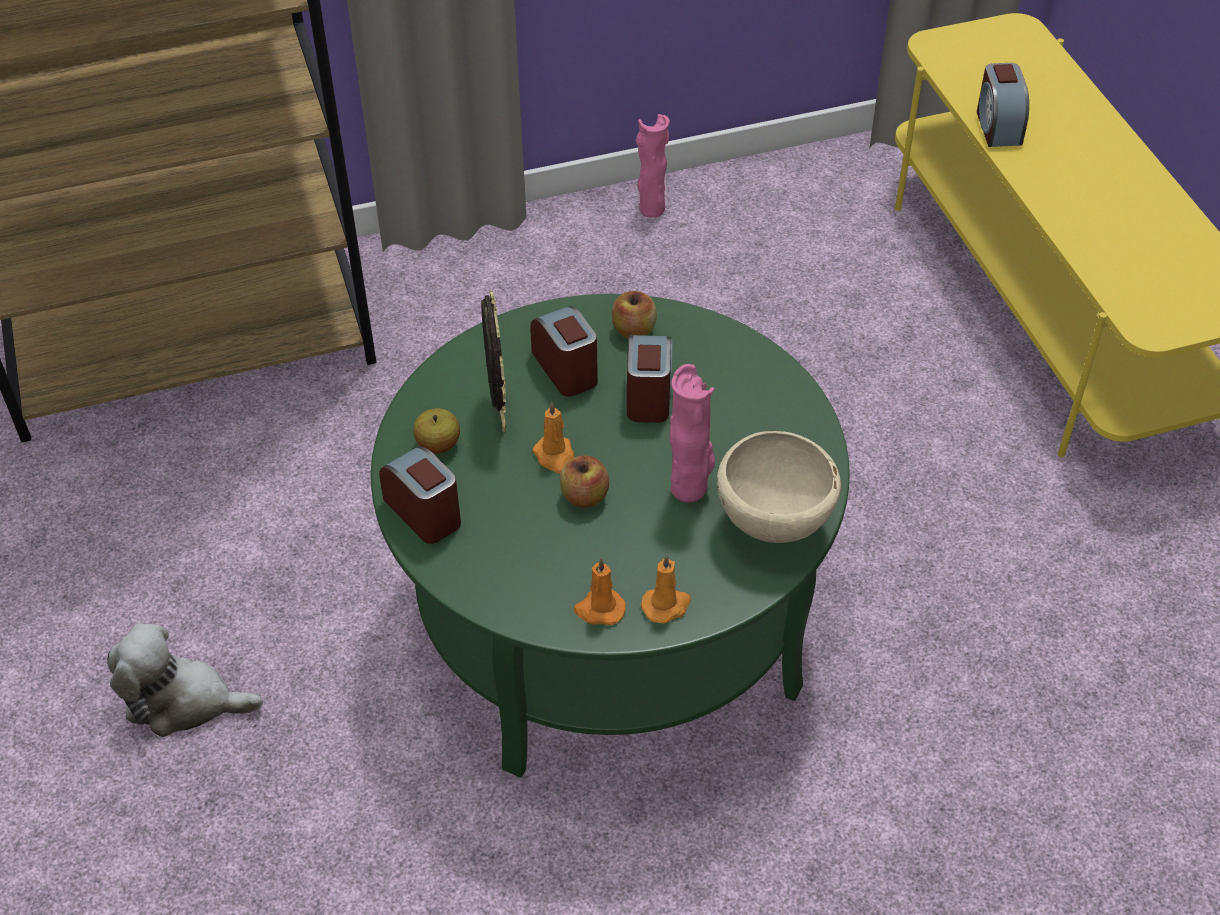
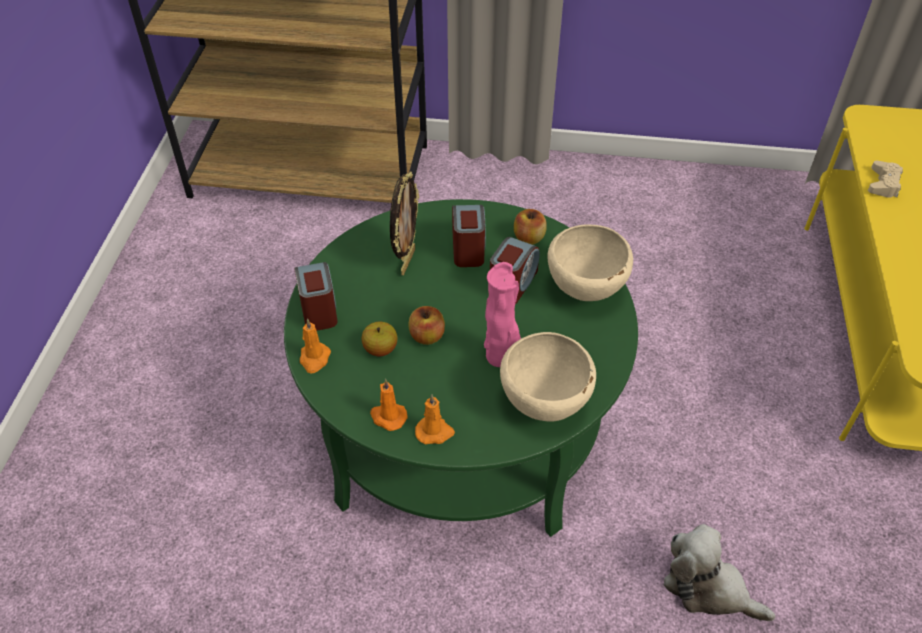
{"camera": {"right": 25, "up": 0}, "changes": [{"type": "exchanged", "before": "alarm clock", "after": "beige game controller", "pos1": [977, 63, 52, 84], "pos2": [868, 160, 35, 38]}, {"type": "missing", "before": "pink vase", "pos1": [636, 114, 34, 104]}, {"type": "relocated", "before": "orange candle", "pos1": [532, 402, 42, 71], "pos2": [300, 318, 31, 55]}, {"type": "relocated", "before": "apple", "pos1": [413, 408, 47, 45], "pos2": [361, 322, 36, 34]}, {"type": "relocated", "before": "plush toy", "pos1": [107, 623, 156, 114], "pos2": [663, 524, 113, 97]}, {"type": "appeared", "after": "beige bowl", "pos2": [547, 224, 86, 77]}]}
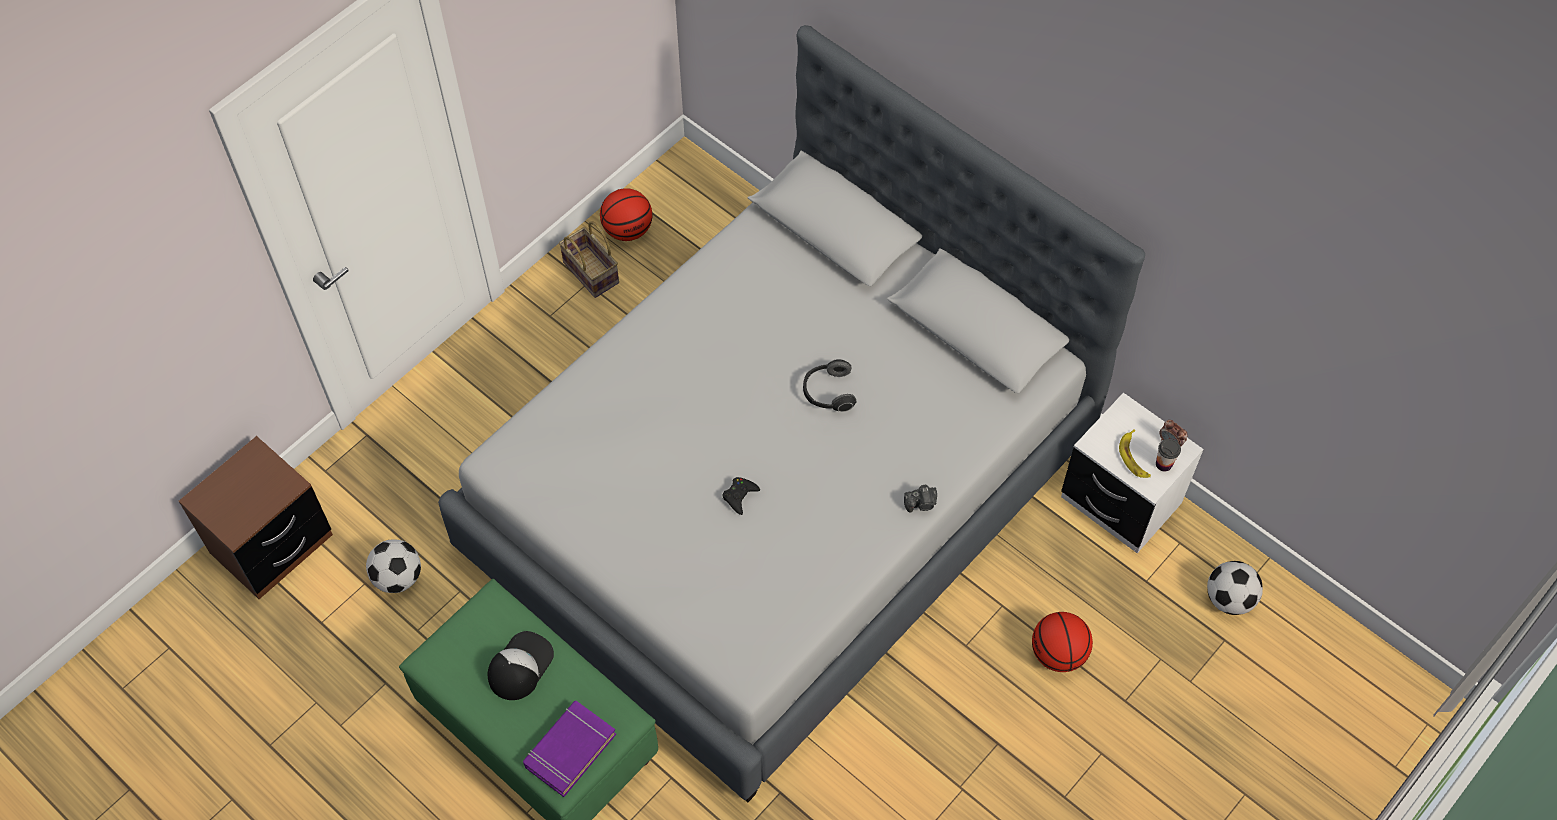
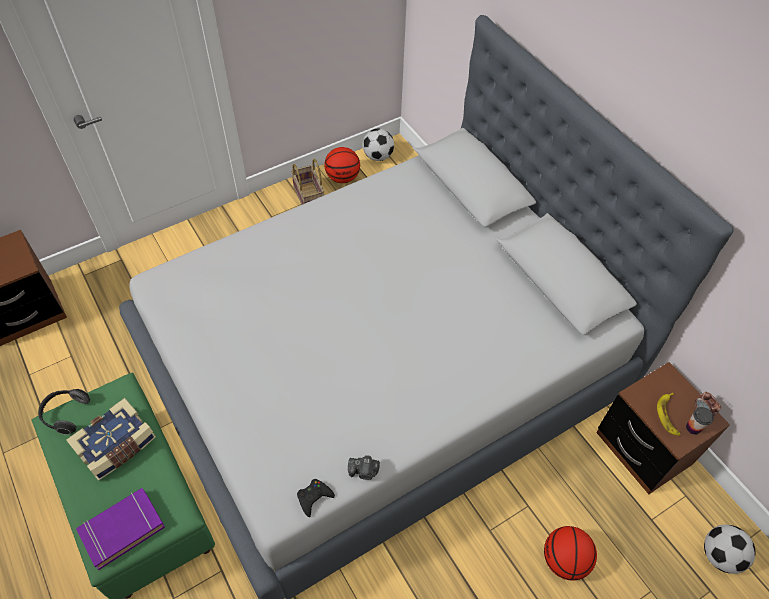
{"camera": {"right": 15, "up": -5}, "changes": [{"type": "relocated", "before": "headphones", "pos1": [803, 359, 54, 53], "pos2": [38, 389, 52, 46]}, {"type": "colour", "before": "white nightstand", "after": "brown nightstand", "pos1": [1061, 393, 143, 160], "pos2": [596, 362, 134, 132]}, {"type": "relocated", "before": "black game controller", "pos1": [723, 477, 37, 38], "pos2": [297, 479, 38, 38]}, {"type": "relocated", "before": "photo camera", "pos1": [904, 485, 33, 28], "pos2": [348, 455, 32, 25]}, {"type": "relocated", "before": "football", "pos1": [366, 539, 55, 54], "pos2": [363, 128, 31, 33]}, {"type": "exchanged", "before": "cap", "after": "book", "pos1": [488, 631, 66, 69], "pos2": [66, 398, 90, 83]}]}
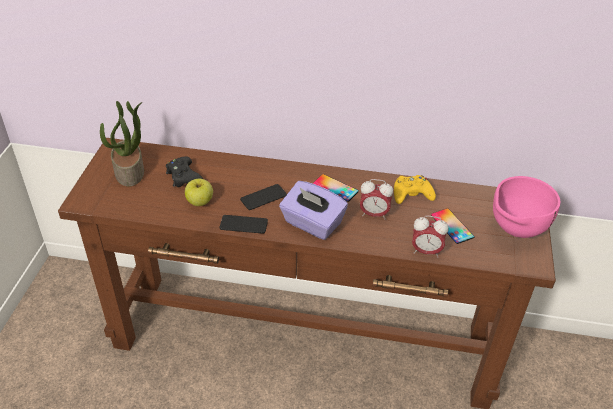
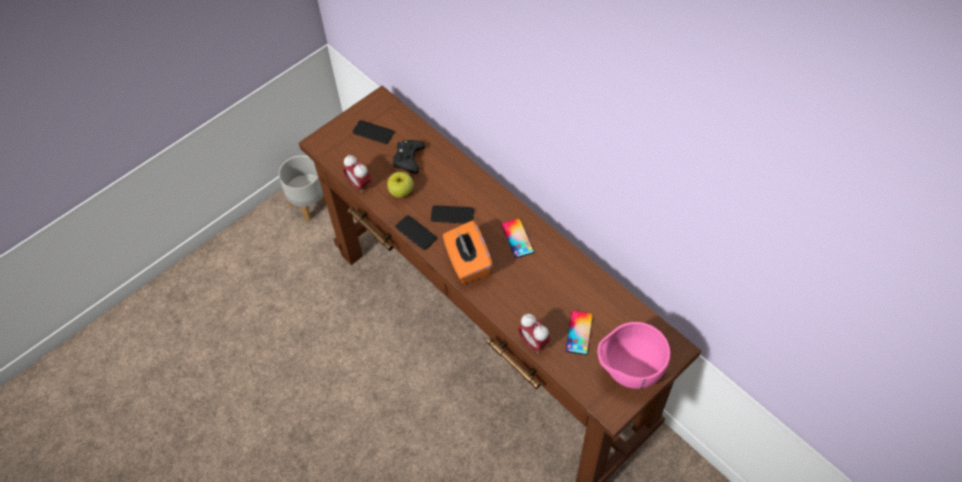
{"camera": {"right": 40, "up": 15}, "changes": [{"type": "exchanged", "before": "potted plant", "after": "phone", "pos1": [100, 101, 44, 86], "pos2": [352, 120, 42, 24]}, {"type": "missing", "before": "yellow game controller", "pos1": [394, 175, 42, 29]}, {"type": "relocated", "before": "alarm clock", "pos1": [360, 179, 33, 41], "pos2": [343, 155, 28, 39]}, {"type": "colour", "before": "purple tissue box", "after": "orange tissue box", "pos1": [279, 181, 69, 59], "pos2": [443, 220, 50, 63]}, {"type": "appeared", "after": "grey planter", "pos2": [279, 155, 48, 66]}]}
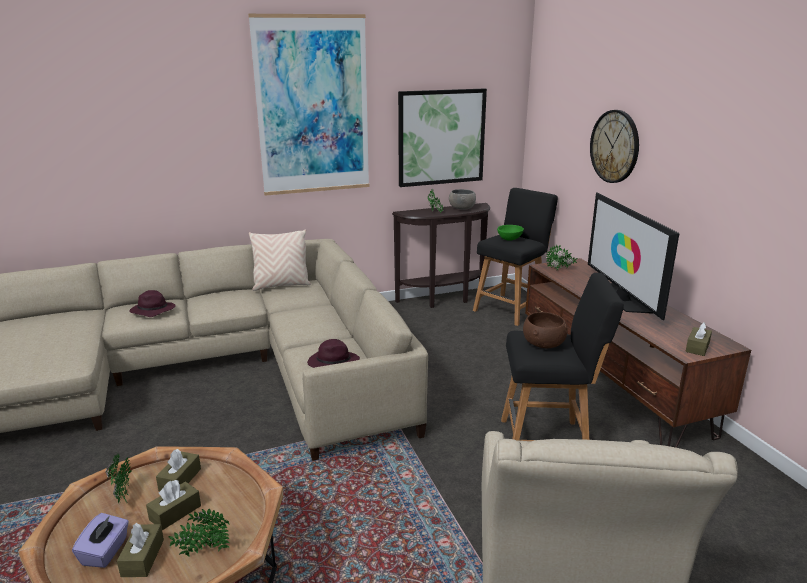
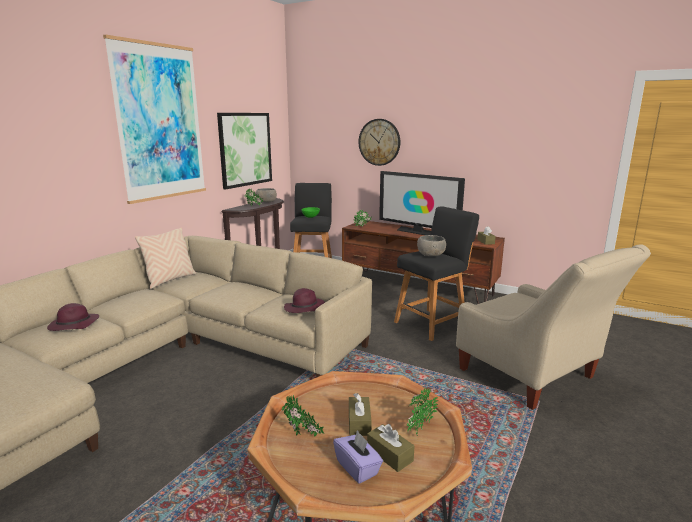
{"camera": {"right": -40, "up": -5}, "changes": [{"type": "colour", "before": "brown bowl", "after": "grey bowl", "pos1": [523, 312, 45, 36], "pos2": [417, 235, 29, 21]}, {"type": "missing", "before": "brown tissue box", "pos1": [156, 449, 45, 42]}]}
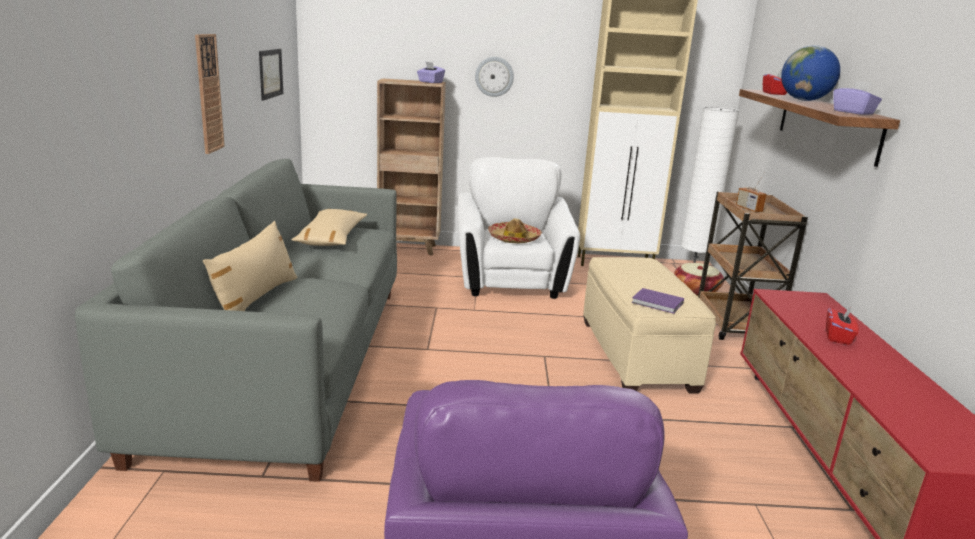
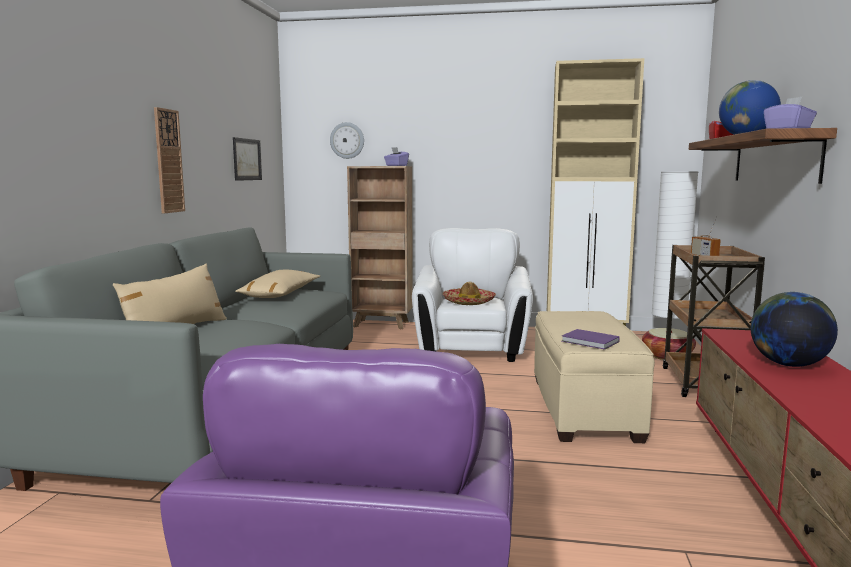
{"camera": {"right": 10, "up": -10}, "changes": [{"type": "relocated", "before": "wall clock", "pos1": [475, 57, 39, 40], "pos2": [330, 122, 34, 37]}, {"type": "exchanged", "before": "red tissue box", "after": "globe", "pos1": [826, 306, 33, 39], "pos2": [751, 292, 87, 75]}]}
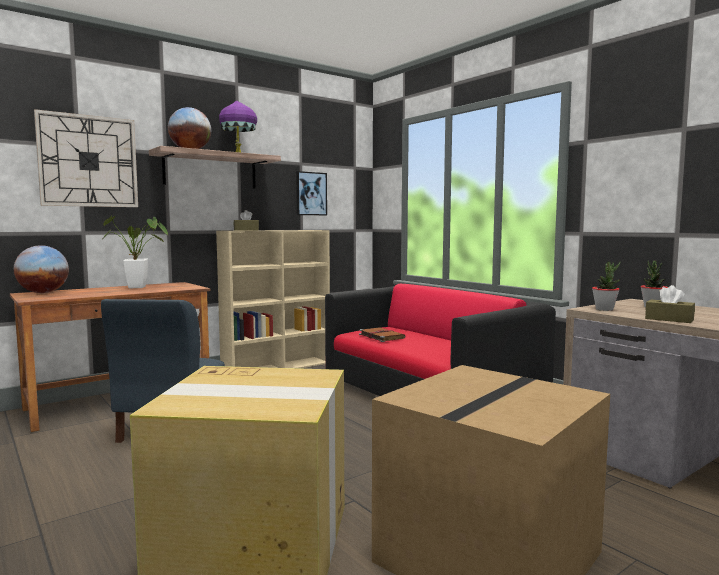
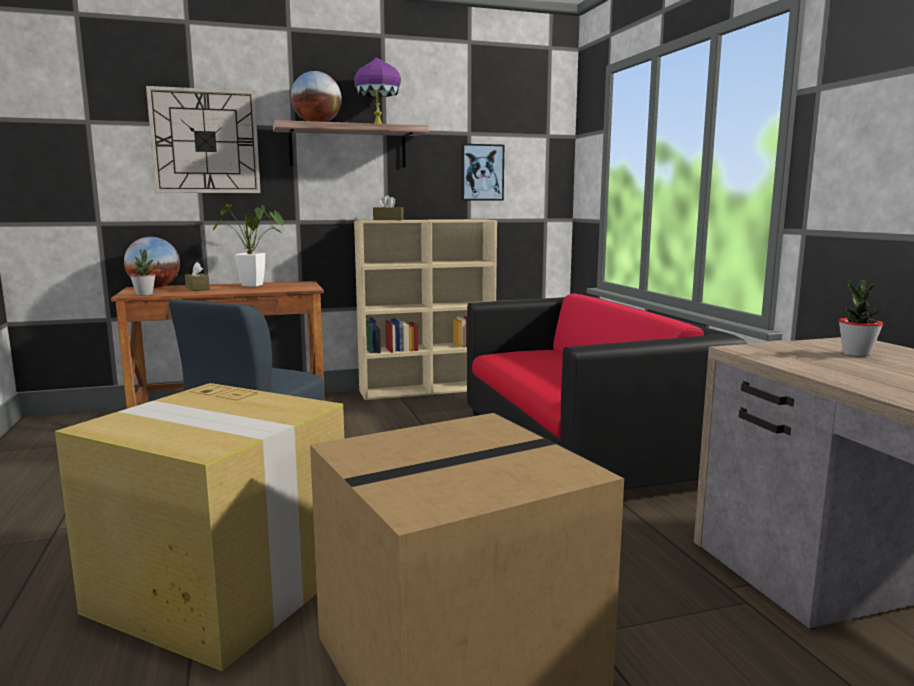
{"camera": {"right": 20, "up": 5}, "changes": [{"type": "relocated", "before": "potted plant", "pos1": [592, 261, 29, 50], "pos2": [130, 249, 26, 47]}, {"type": "relocated", "before": "brown tissue box", "pos1": [645, 285, 50, 38], "pos2": [185, 262, 25, 29]}, {"type": "missing", "before": "brown book", "pos1": [359, 327, 46, 15]}]}
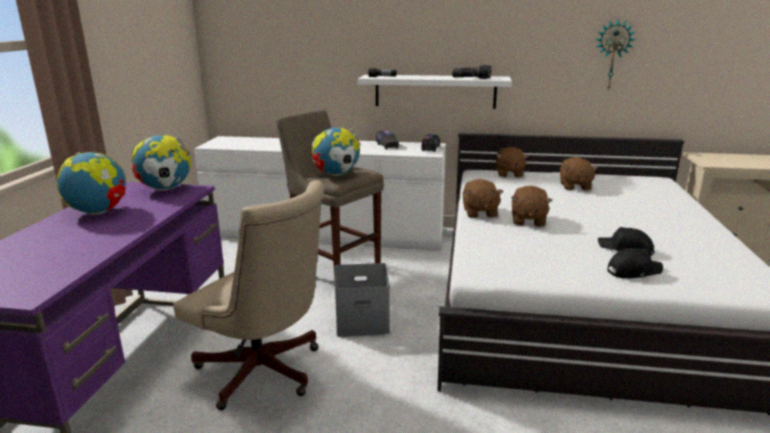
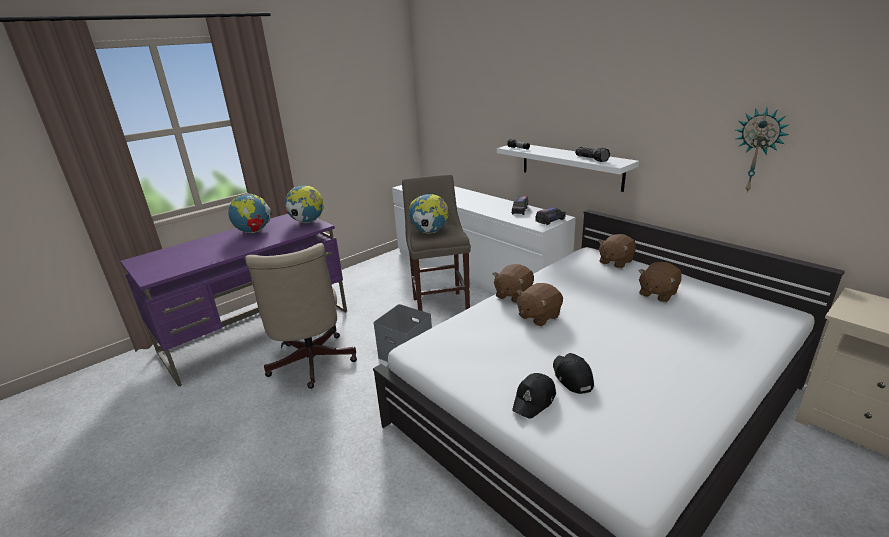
{"camera": {"right": 40, "up": 5}, "changes": [{"type": "spun", "before": "black cap", "pos1": [608, 248, 55, 31], "pos2": [512, 373, 44, 46], "turn": 105}]}
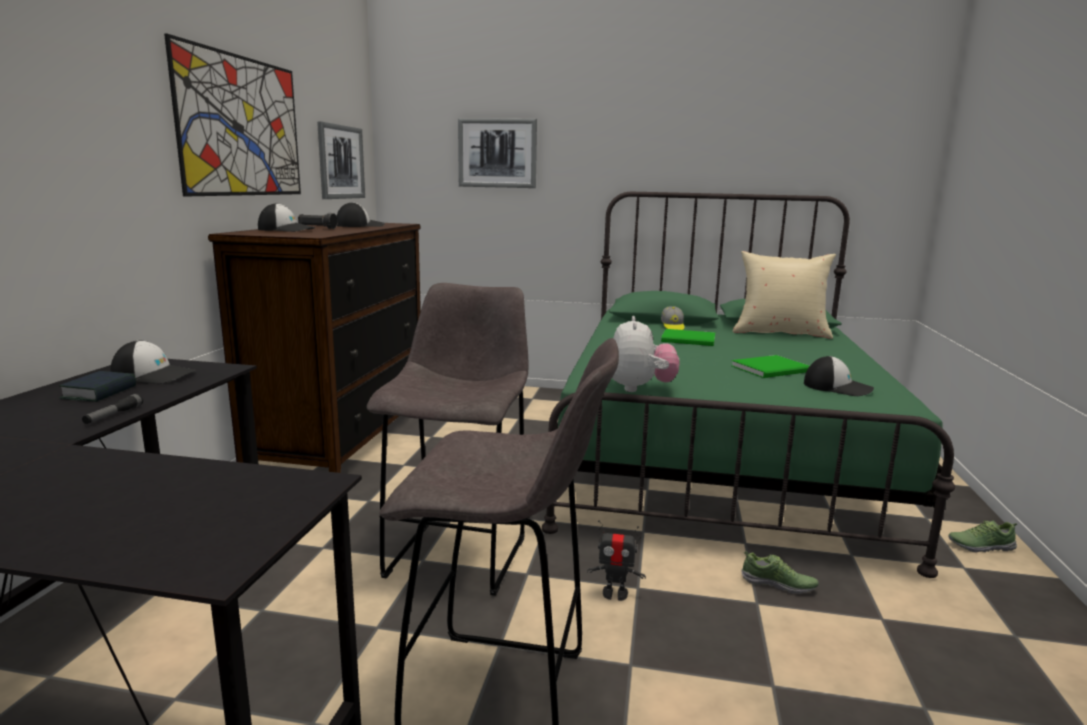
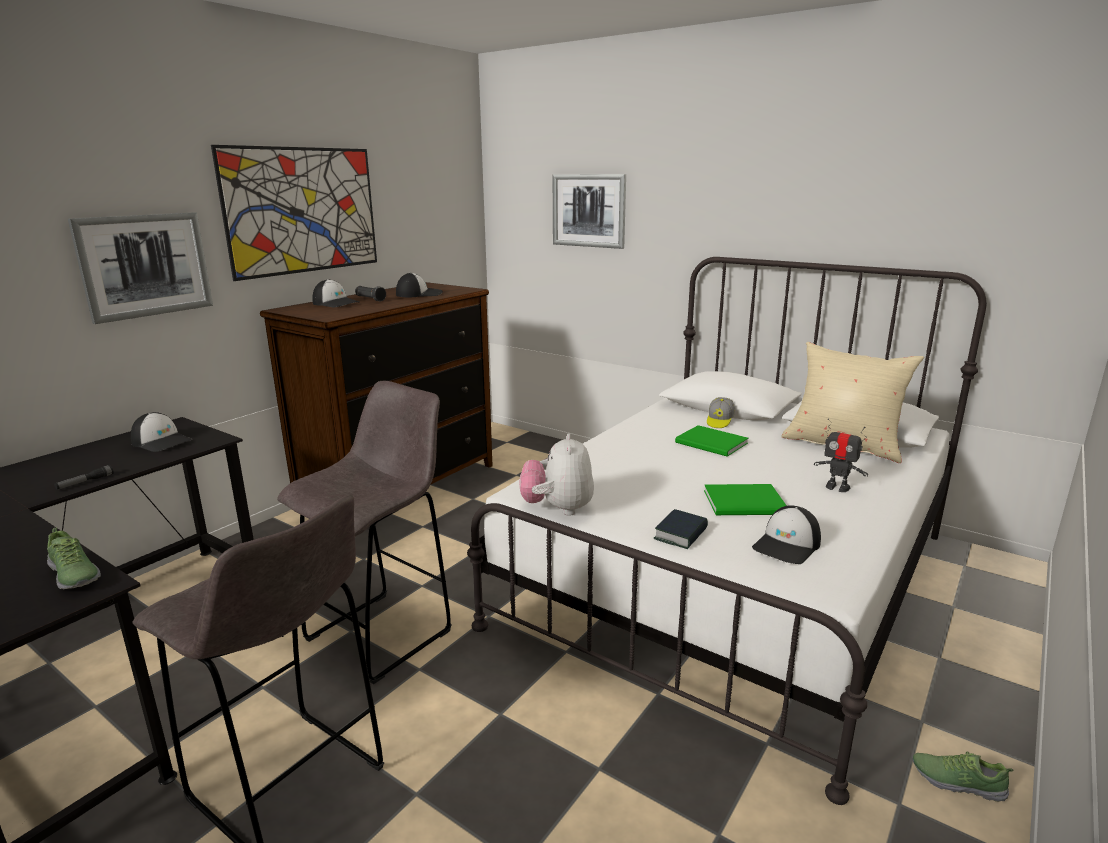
{"camera": {"right": 25, "up": 5}, "changes": [{"type": "relocated", "before": "picture", "pos1": [317, 121, 48, 78], "pos2": [68, 212, 145, 112]}, {"type": "colour", "before": "green bed", "after": "white bed", "pos1": [542, 192, 413, 386], "pos2": [467, 257, 520, 548]}, {"type": "spun", "before": "plush toy", "pos1": [612, 316, 67, 76], "pos2": [520, 434, 74, 82], "turn": 150}, {"type": "spun", "before": "cap", "pos1": [804, 356, 70, 40], "pos2": [752, 505, 69, 59], "turn": 75}, {"type": "relocated", "before": "book", "pos1": [59, 371, 77, 31], "pos2": [653, 509, 55, 40]}, {"type": "relocated", "before": "toy robot", "pos1": [587, 520, 59, 81], "pos2": [814, 418, 54, 74]}, {"type": "relocated", "before": "shoe", "pos1": [741, 551, 78, 43], "pos2": [47, 527, 54, 62]}]}
